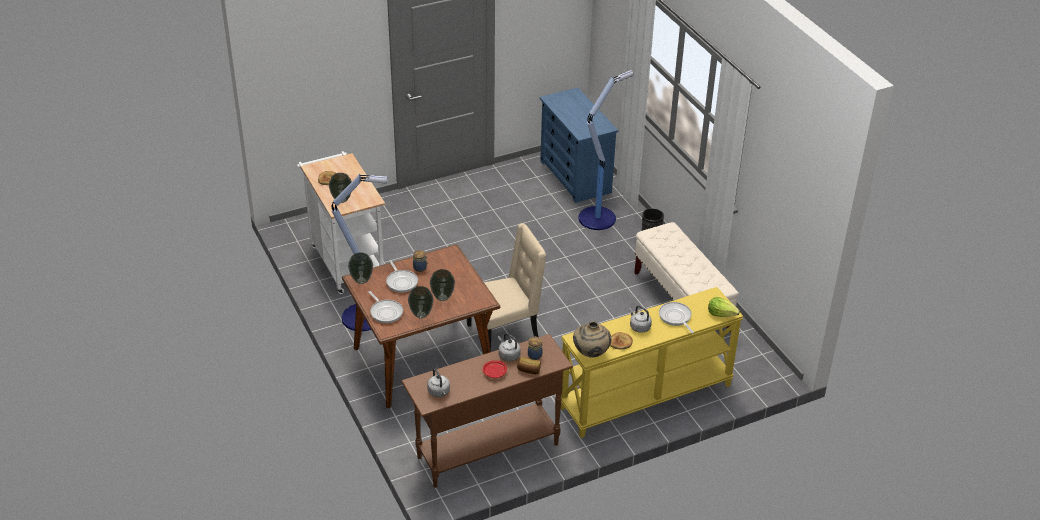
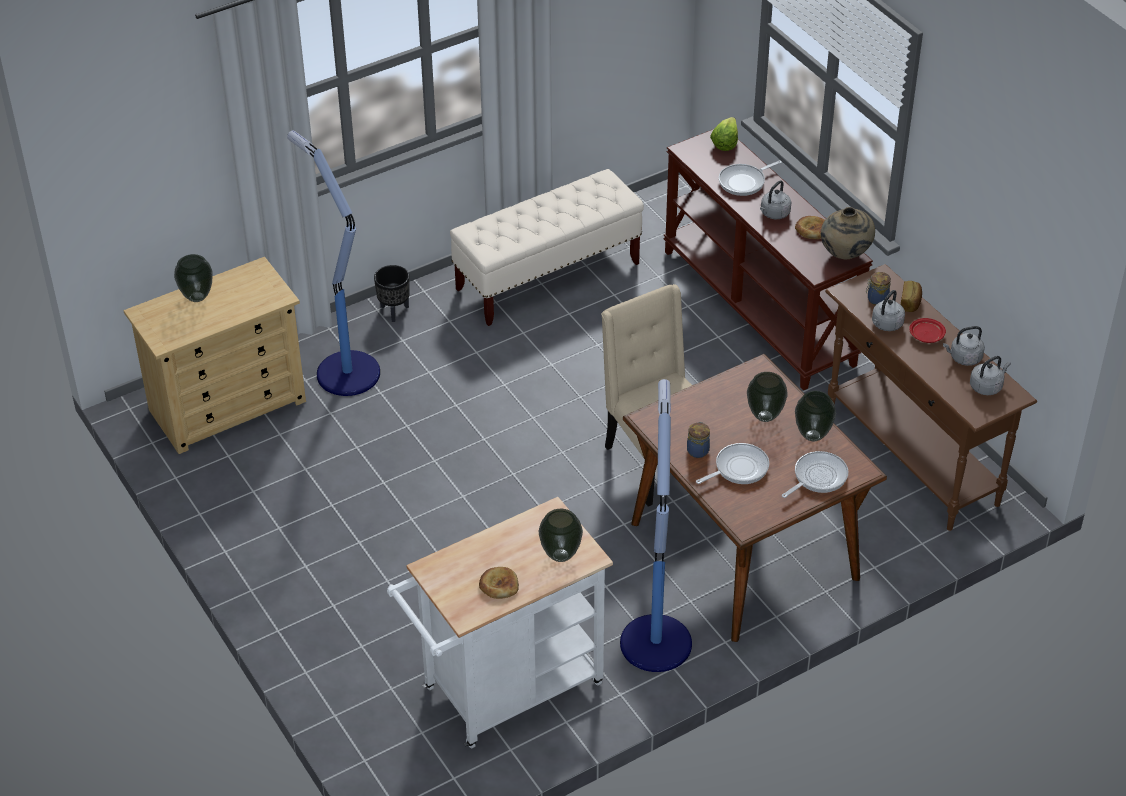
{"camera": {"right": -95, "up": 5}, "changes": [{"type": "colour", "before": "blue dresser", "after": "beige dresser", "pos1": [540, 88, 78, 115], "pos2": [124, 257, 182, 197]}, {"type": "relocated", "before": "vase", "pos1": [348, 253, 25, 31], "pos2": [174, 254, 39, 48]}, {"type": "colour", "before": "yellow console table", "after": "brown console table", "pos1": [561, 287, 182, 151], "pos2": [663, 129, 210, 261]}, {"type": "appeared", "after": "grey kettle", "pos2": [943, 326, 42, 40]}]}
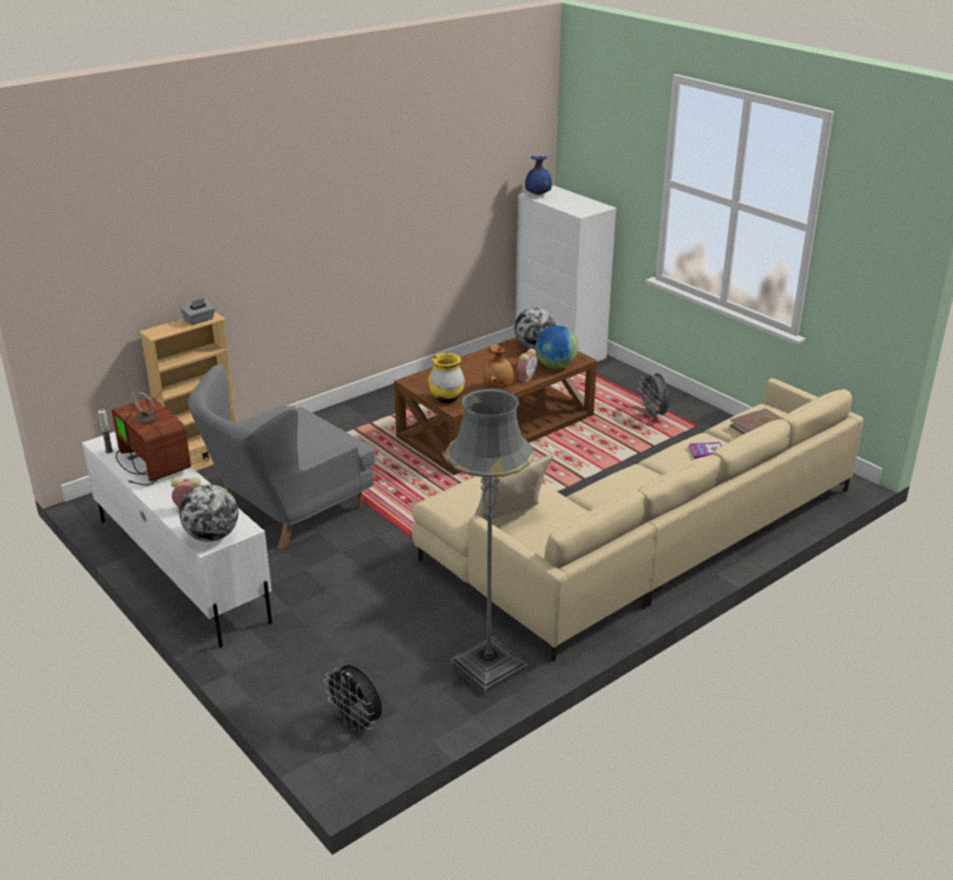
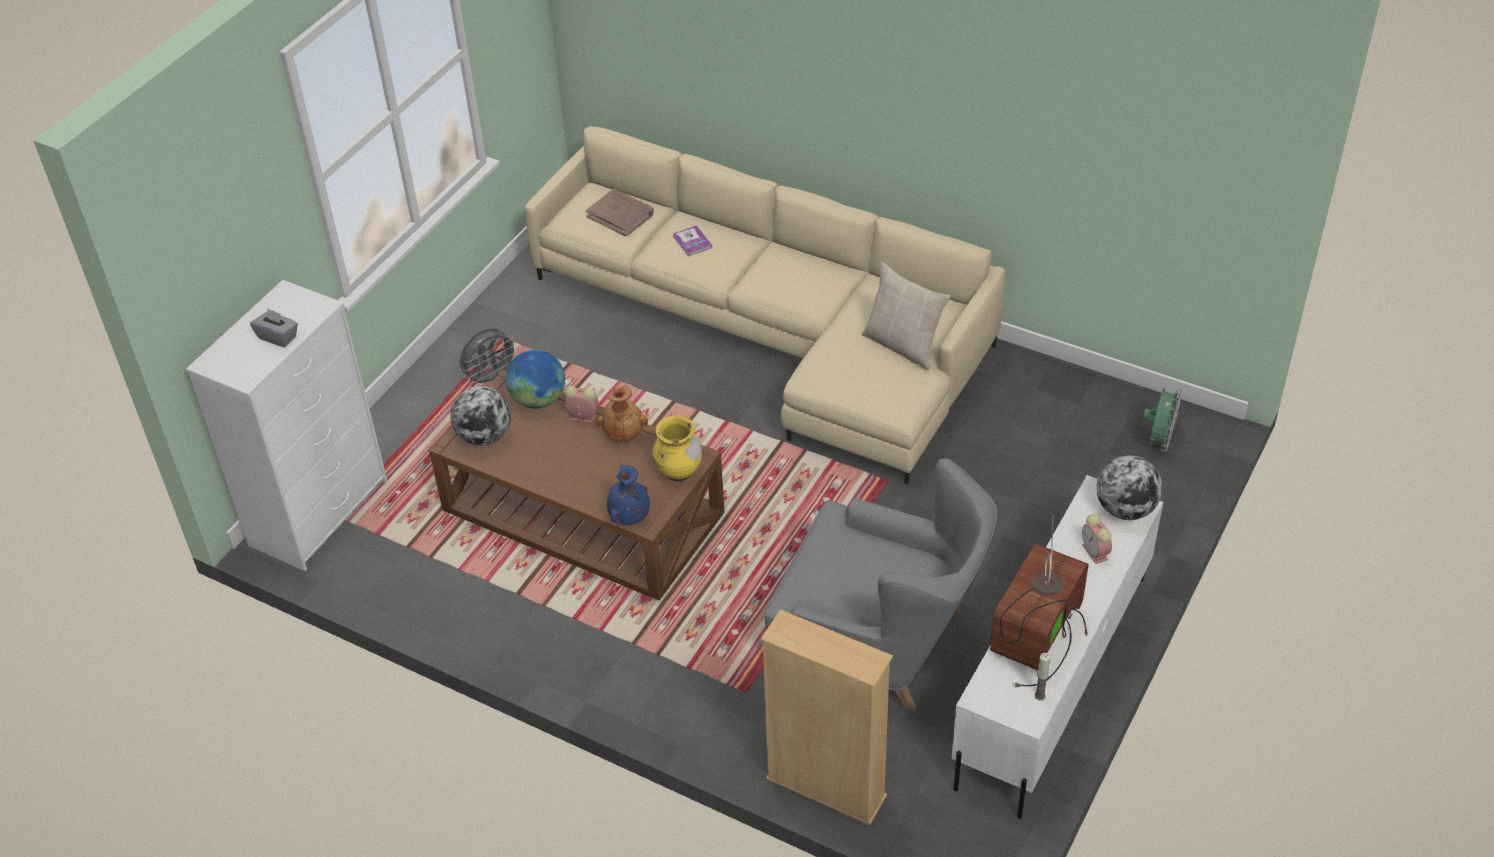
{"camera": {"right": -110, "up": 15}, "changes": [{"type": "relocated", "before": "blue vase", "pos1": [525, 156, 27, 39], "pos2": [607, 465, 43, 60]}, {"type": "relocated", "before": "grey tissue box", "pos1": [180, 299, 35, 26], "pos2": [250, 308, 48, 39]}, {"type": "missing", "before": "grey floor lamp", "pos1": [446, 388, 88, 307]}, {"type": "colour", "before": "black fan", "after": "green fan", "pos1": [324, 665, 58, 68], "pos2": [1143, 388, 39, 63]}]}
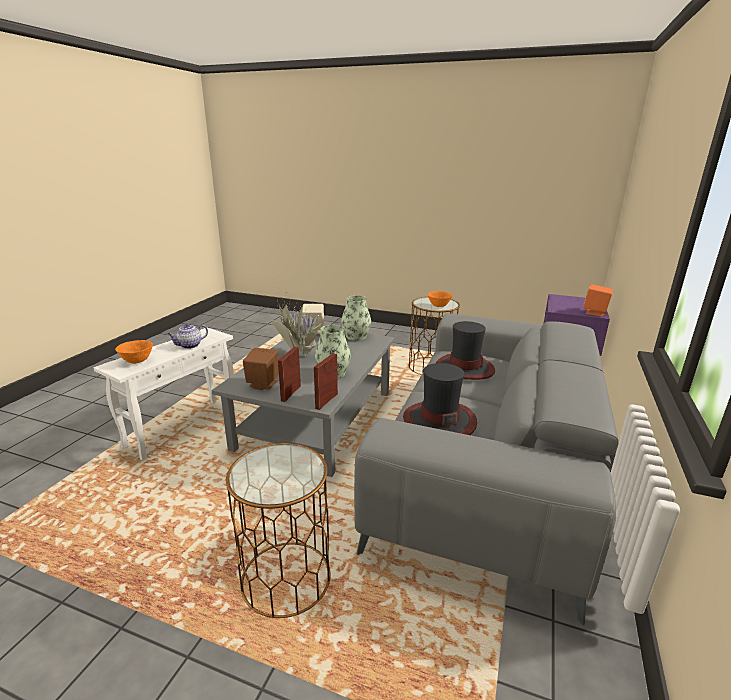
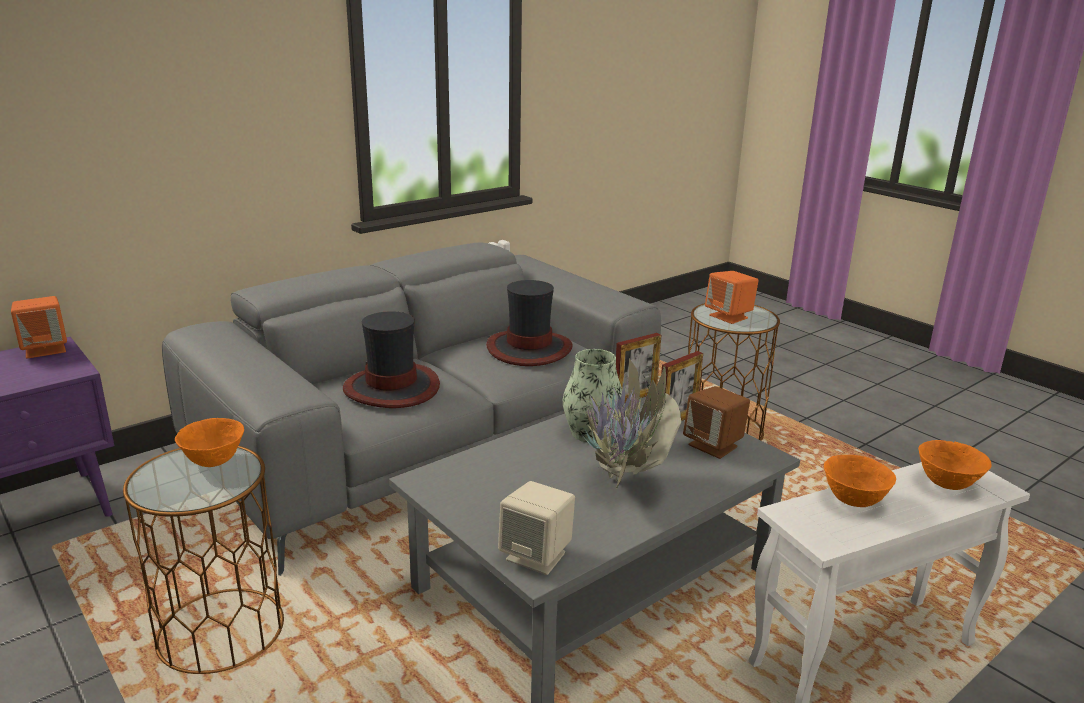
{"camera": {"right": -150, "up": 0}, "changes": [{"type": "missing", "before": "vase", "pos1": [341, 295, 30, 46]}, {"type": "exchanged", "before": "teapot", "after": "orange bowl", "pos1": [167, 324, 41, 25], "pos2": [824, 455, 72, 52]}, {"type": "appeared", "after": "orange speaker", "pos2": [705, 271, 54, 53]}]}
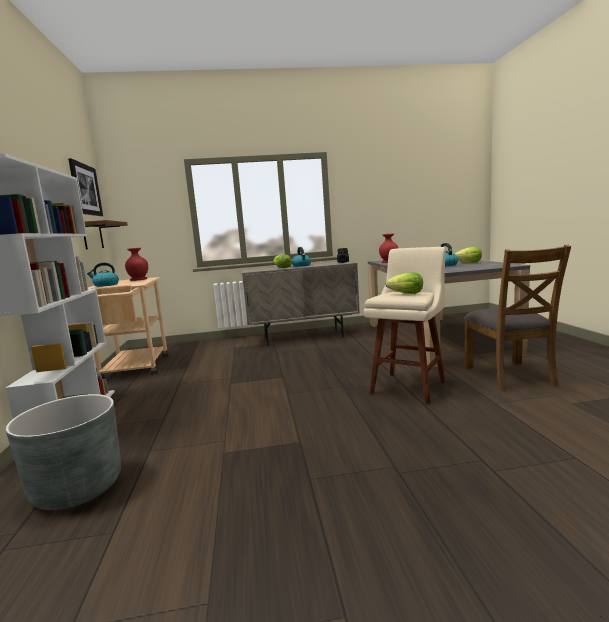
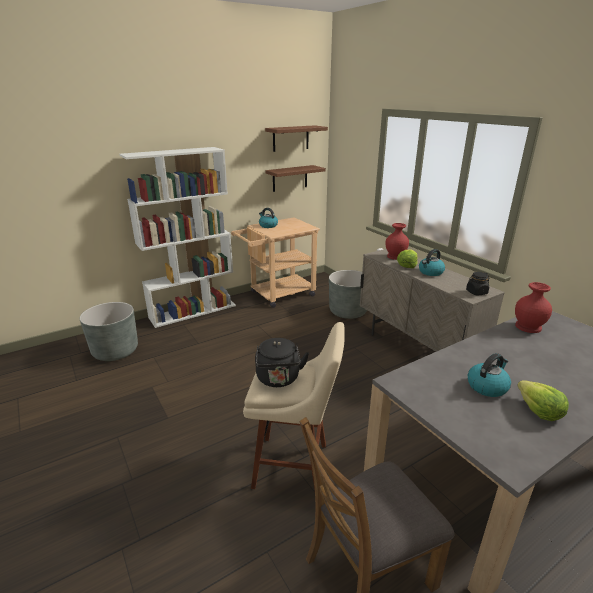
{"camera": {"right": 65, "up": 15}, "changes": [{"type": "exchanged", "before": "picture", "after": "brown shelf", "pos1": [68, 158, 35, 58], "pos2": [265, 125, 63, 27]}, {"type": "relocated", "before": "red vase", "pos1": [125, 248, 23, 33], "pos2": [386, 223, 23, 37]}, {"type": "exchanged", "before": "lettuce", "after": "black kettle", "pos1": [385, 272, 38, 22], "pos2": [255, 338, 54, 49]}, {"type": "appeared", "after": "grey planter", "pos2": [329, 270, 38, 49]}]}
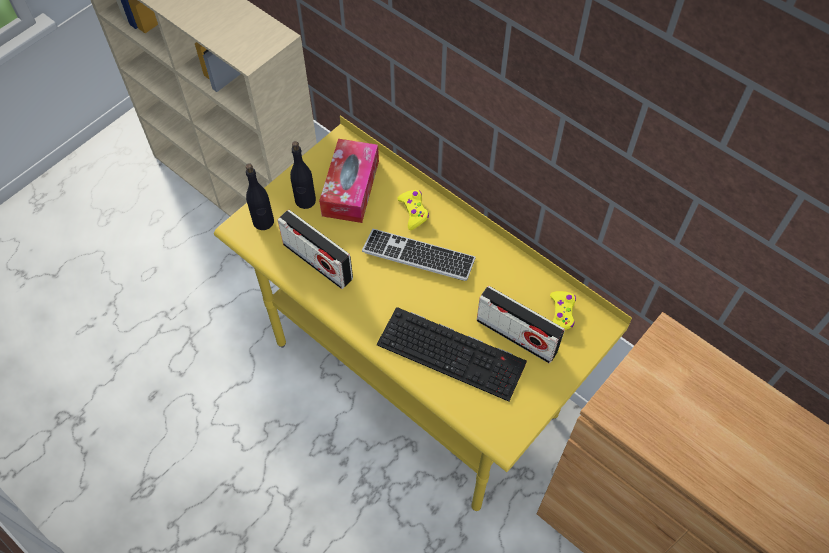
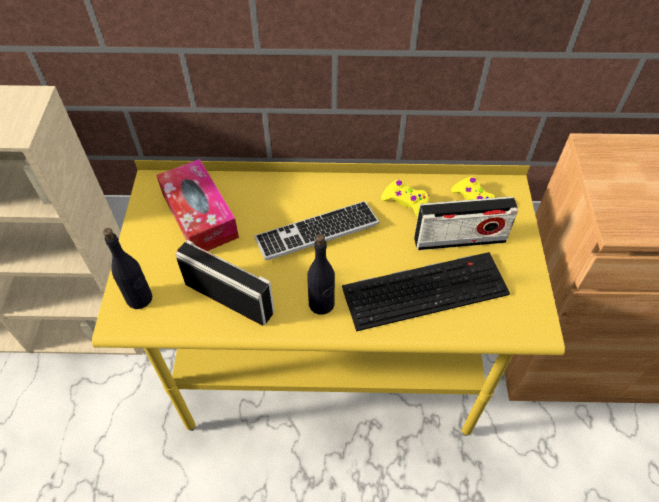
{"camera": {"right": -40, "up": -5}, "changes": [{"type": "relocated", "before": "black bottle", "pos1": [290, 141, 26, 68], "pos2": [307, 234, 28, 81]}, {"type": "relocated", "before": "yellow game controller", "pos1": [397, 190, 32, 40], "pos2": [381, 179, 48, 38]}, {"type": "spun", "before": "radio", "pos1": [278, 210, 75, 79], "pos2": [175, 240, 100, 86], "turn": -150}]}
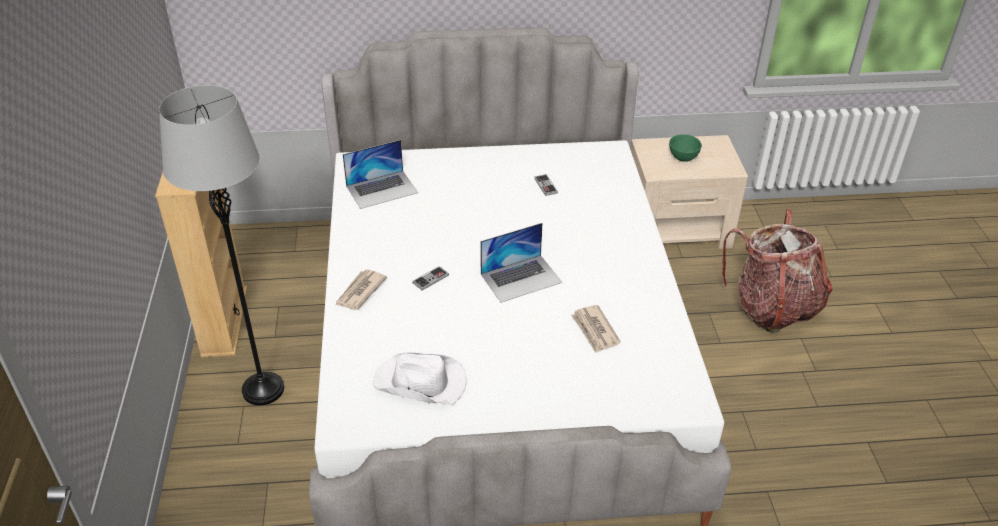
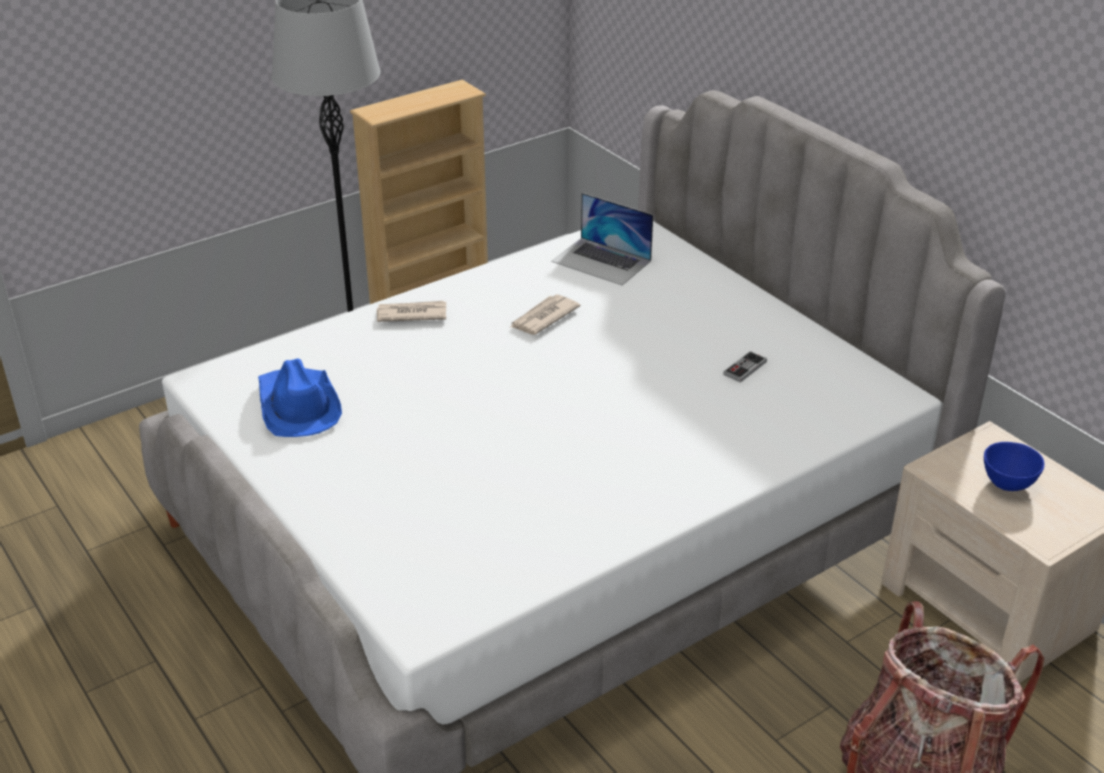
{"camera": {"right": 60, "up": -5}, "changes": [{"type": "colour", "before": "green bowl", "after": "blue bowl", "pos1": [669, 134, 33, 28], "pos2": [984, 442, 60, 49]}, {"type": "missing", "before": "laptop", "pos1": [480, 223, 82, 80]}, {"type": "missing", "before": "game controller", "pos1": [412, 266, 37, 25]}, {"type": "relocated", "before": "newspaper", "pos1": [571, 305, 50, 48], "pos2": [510, 295, 70, 40]}, {"type": "colour", "before": "white hat", "after": "blue hat", "pos1": [373, 352, 94, 53], "pos2": [258, 358, 84, 79]}]}
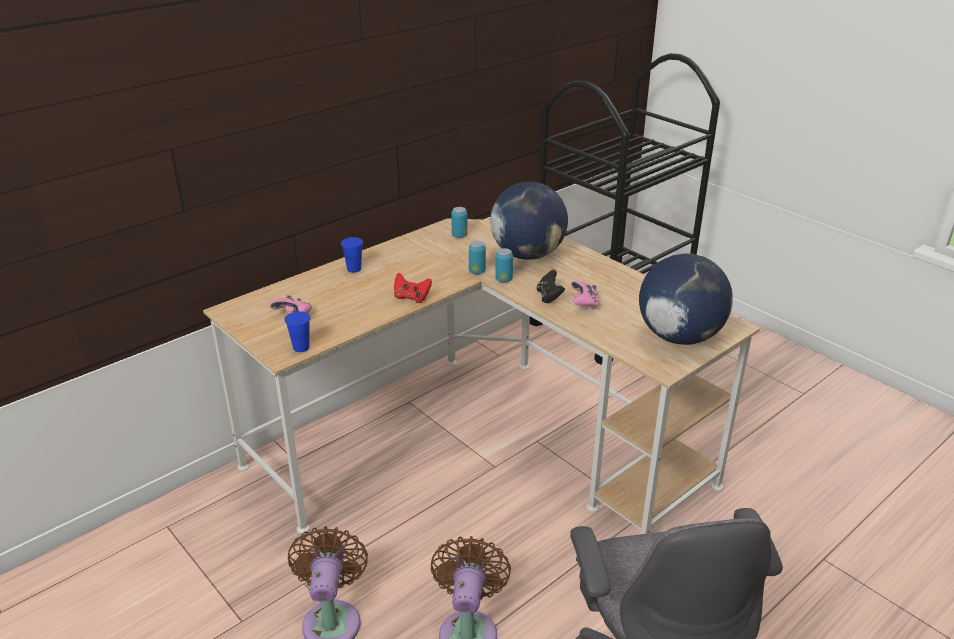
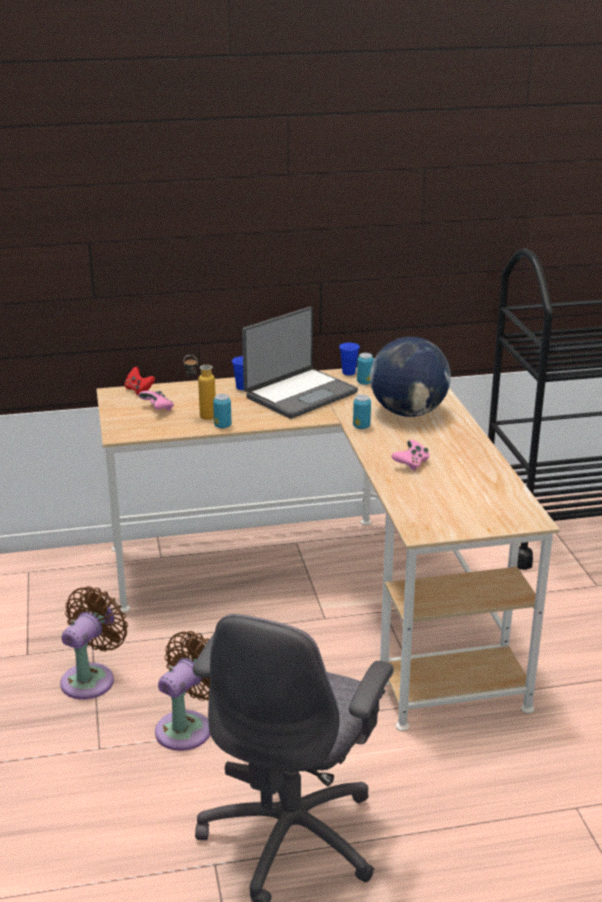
{"camera": {"right": 30, "up": -5}, "changes": [{"type": "relocated", "before": "can", "pos1": [469, 241, 17, 33], "pos2": [213, 394, 19, 34]}, {"type": "missing", "before": "globe", "pos1": [639, 253, 94, 92]}, {"type": "missing", "before": "black game controller", "pos1": [537, 270, 28, 33]}, {"type": "relocated", "before": "red game controller", "pos1": [394, 273, 38, 30], "pos2": [125, 367, 30, 28]}, {"type": "relocated", "before": "blue cup", "pos1": [285, 311, 26, 41], "pos2": [339, 343, 21, 32]}, {"type": "appeared", "after": "laptop", "pos2": [242, 307, 116, 112]}, {"type": "appeared", "after": "bottle", "pos2": [184, 355, 32, 65]}]}
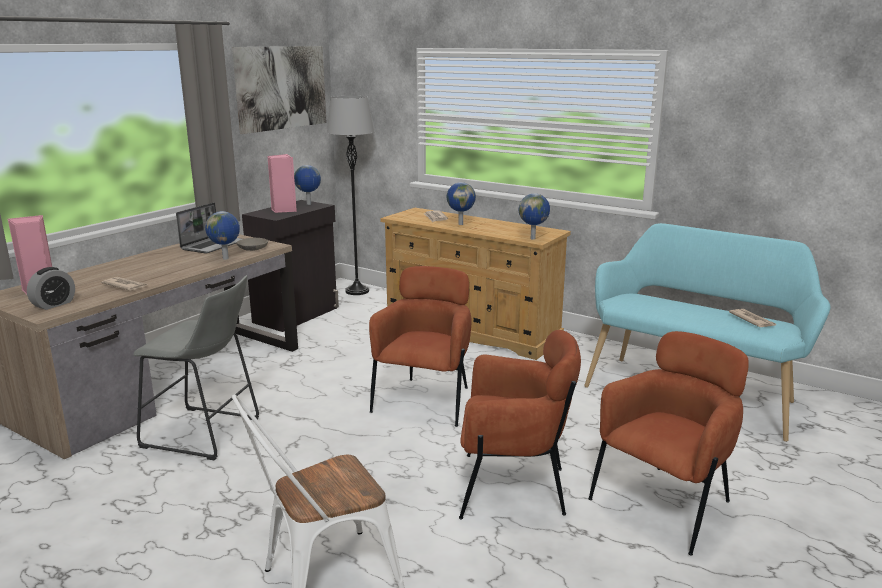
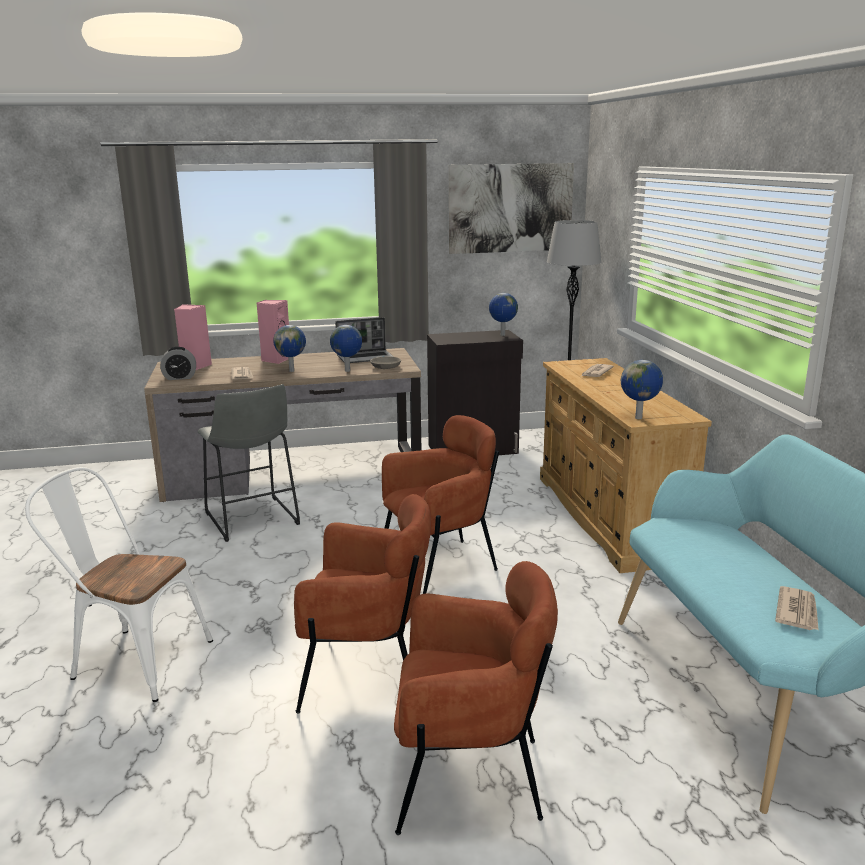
{"camera": {"right": 45, "up": 0}, "changes": [{"type": "relocated", "before": "pink speaker", "pos1": [267, 154, 30, 59], "pos2": [256, 300, 33, 64]}, {"type": "relocated", "before": "globe", "pos1": [447, 182, 29, 43], "pos2": [273, 325, 33, 47]}, {"type": "spun", "before": "brown armchair", "pos1": [459, 330, 122, 189], "pos2": [294, 494, 137, 220], "turn": -45}]}
